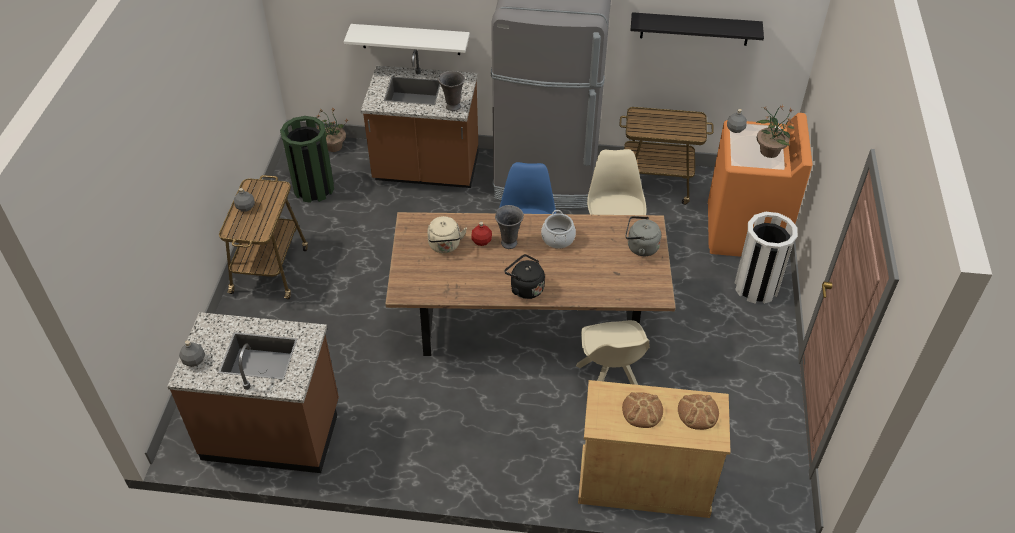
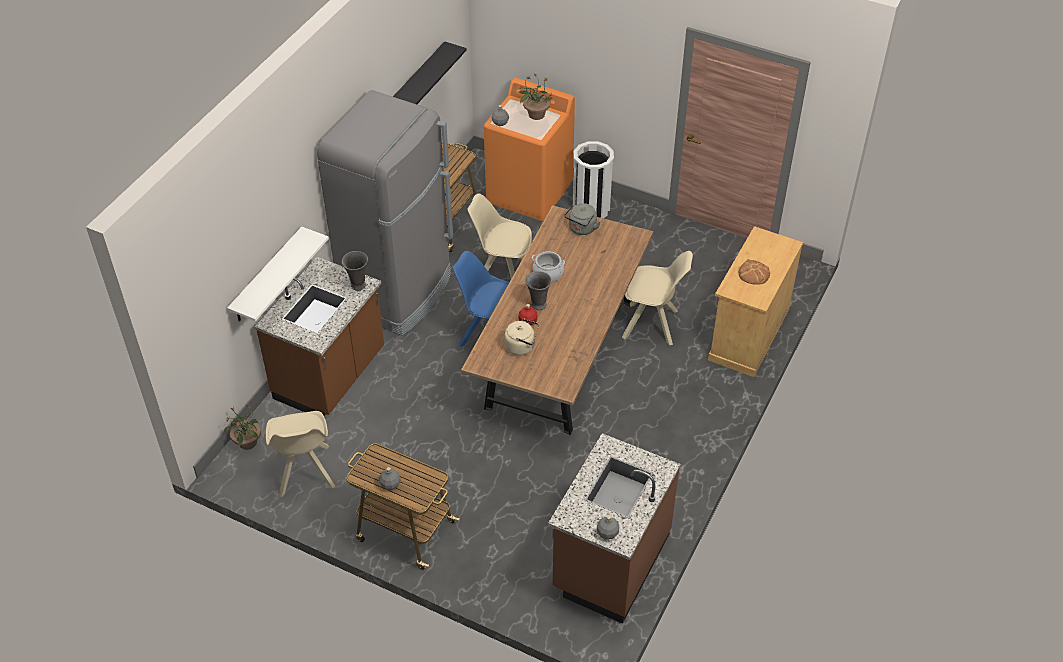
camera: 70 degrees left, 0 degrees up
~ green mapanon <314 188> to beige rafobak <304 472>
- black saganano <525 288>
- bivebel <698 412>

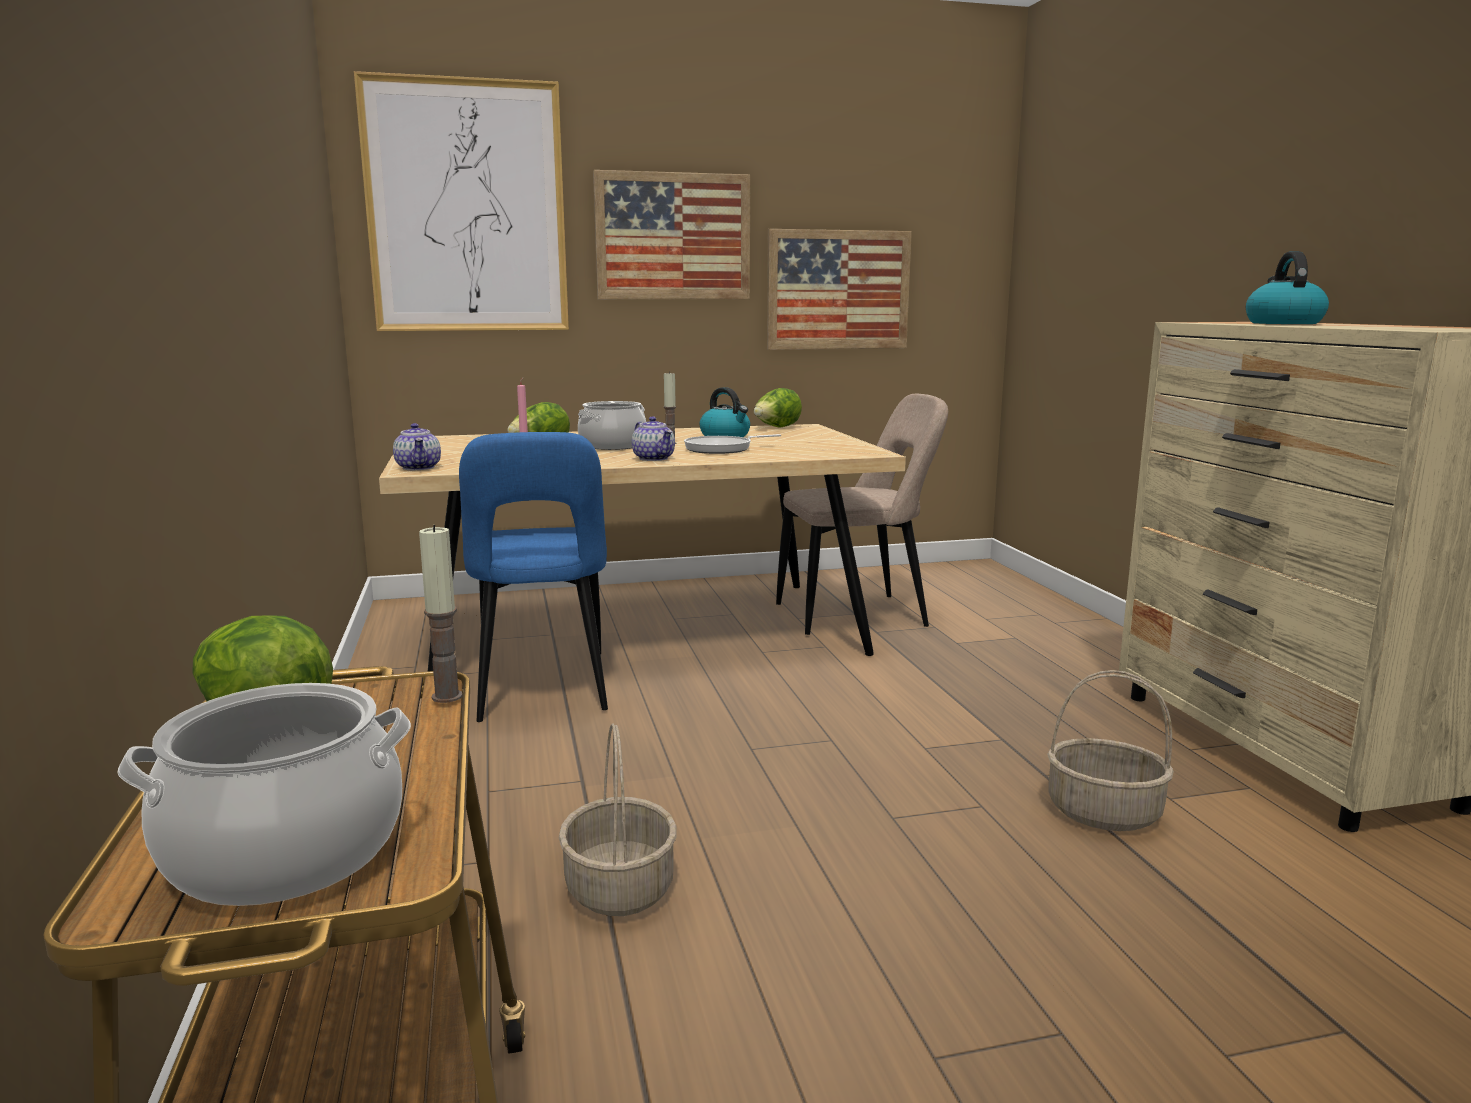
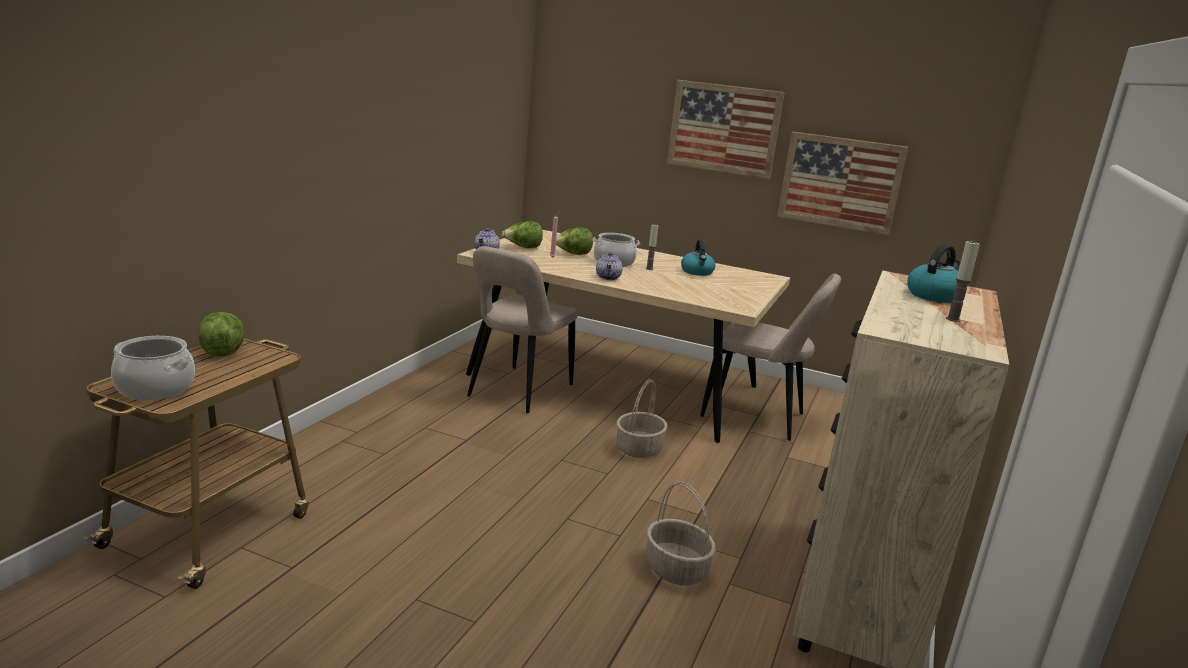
camera: 35 degrees right, 5 degrees up
~ blue rafobak <542 690> to beige rafobak <517 392>
~ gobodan <776 428> to <523 248>
~ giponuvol <618 888> to <638 448>
~ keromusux <447 696> to <953 319>
- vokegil <467 207>
- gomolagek <722 449>

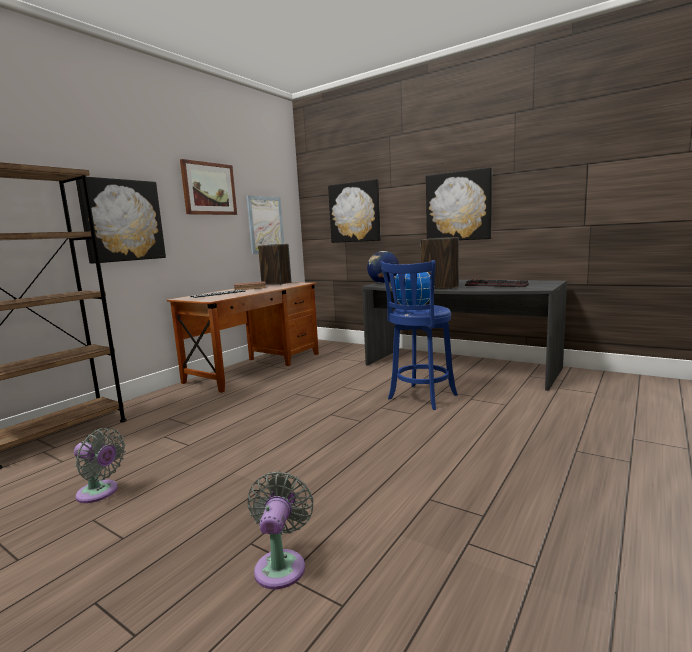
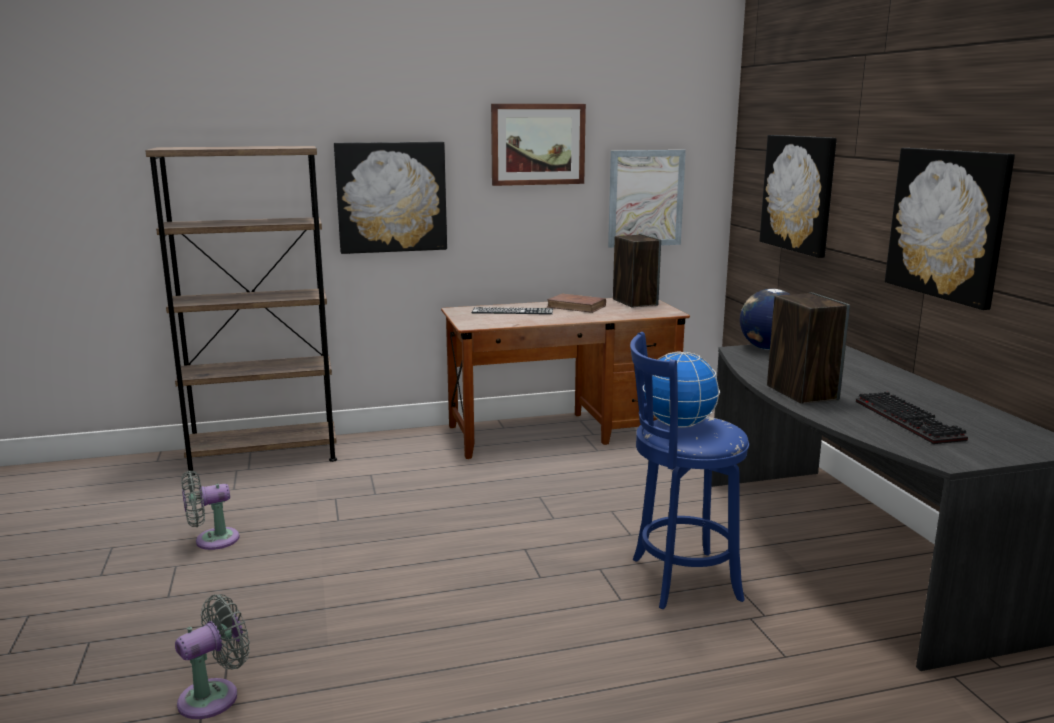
camera: 40 degrees right, 5 degrees up
~ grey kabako <100 493> = <212 540> 90 degrees clockwise

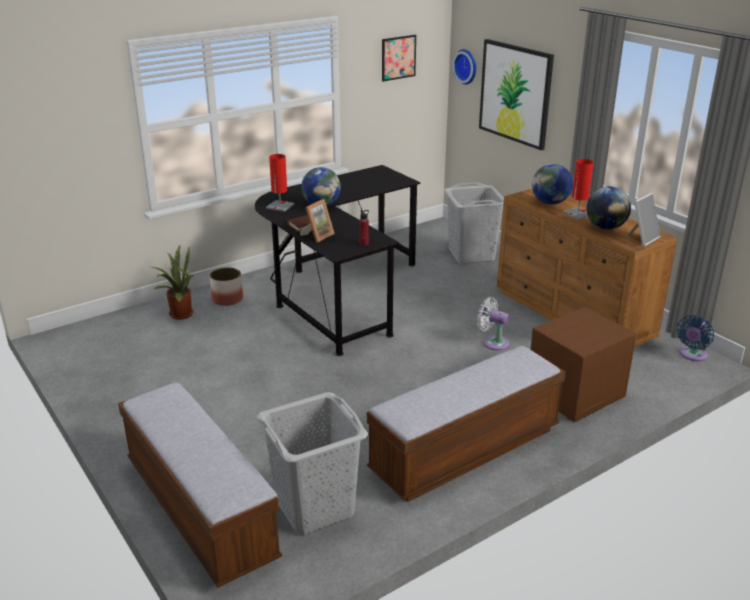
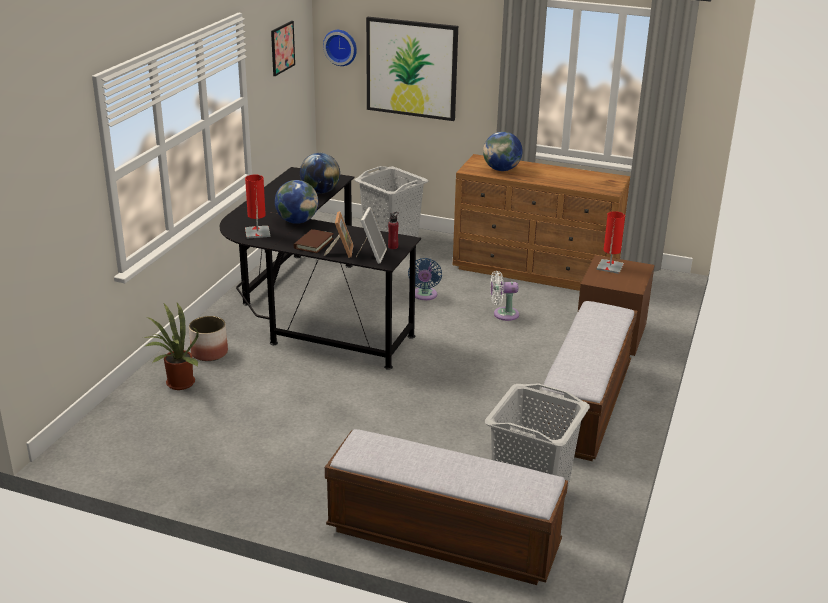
camera: 35 degrees left, 0 degrees up
~ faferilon <605 227> to <320 192>
~ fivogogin <642 239> to <371 255>
~ blue kabako <692 355> to <424 296>
~ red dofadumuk <578 214> to <610 267>

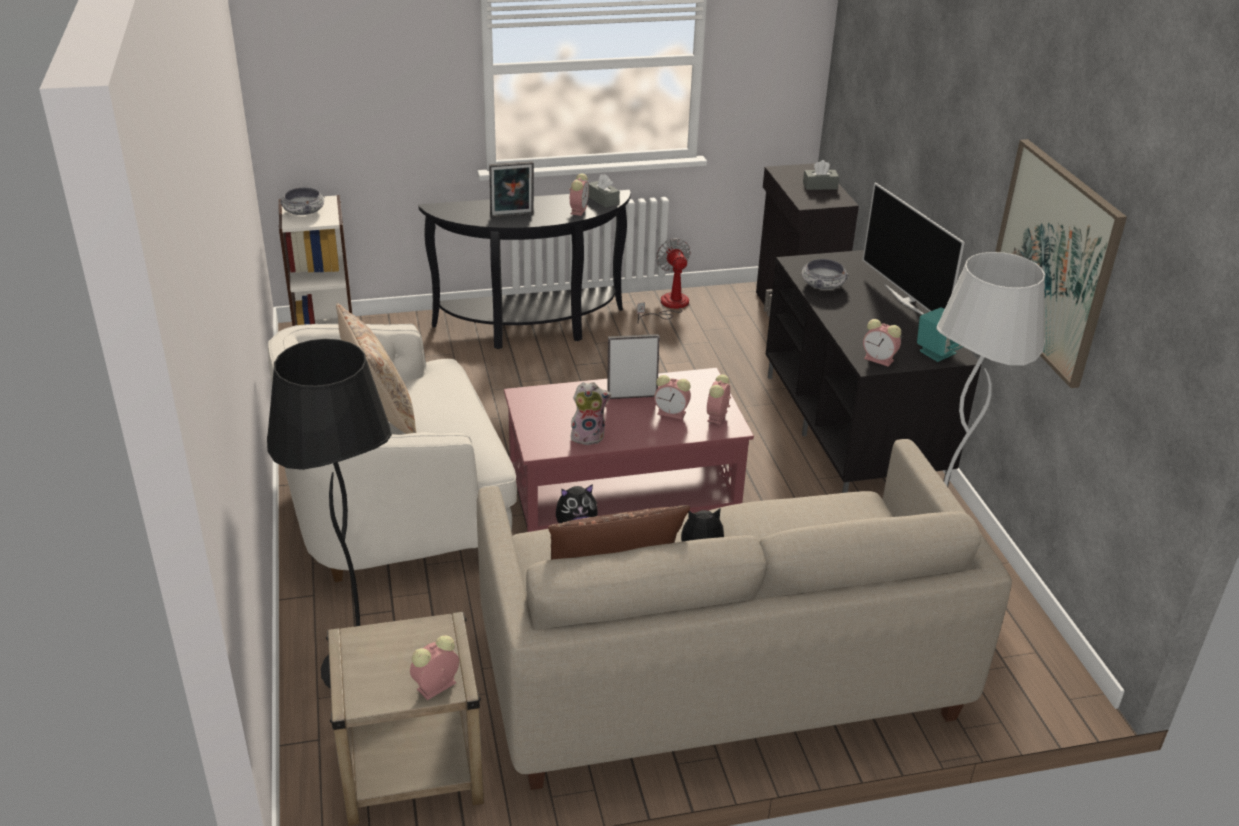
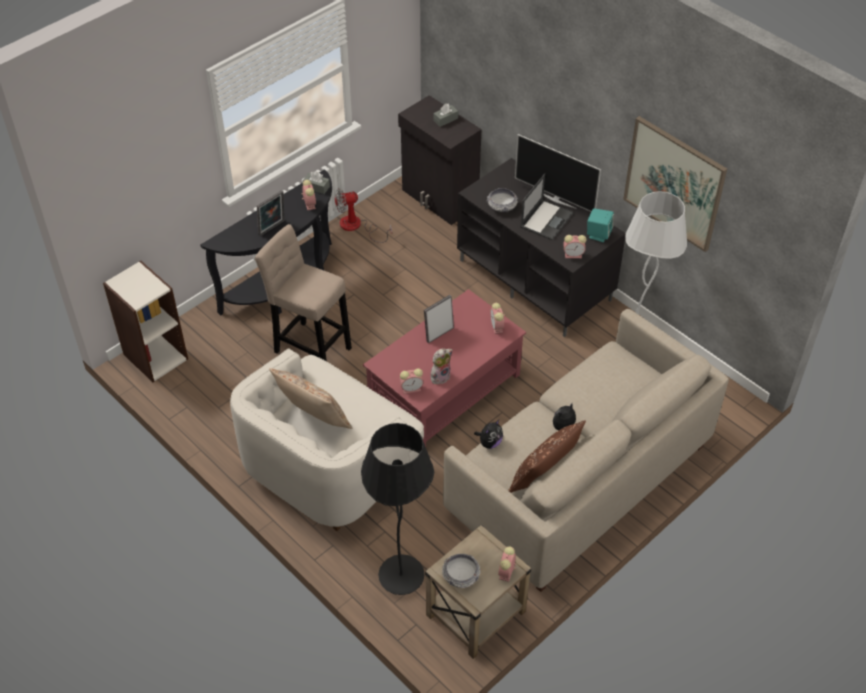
camera: 30 degrees left, 15 degrees up
+ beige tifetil <310 347>
~ kabako <668 306> = <357 226> 60 degrees counterclockwise
~ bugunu <672 413> to <412 388>
~ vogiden <303 211> to <461 575>
+ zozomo <546 219>

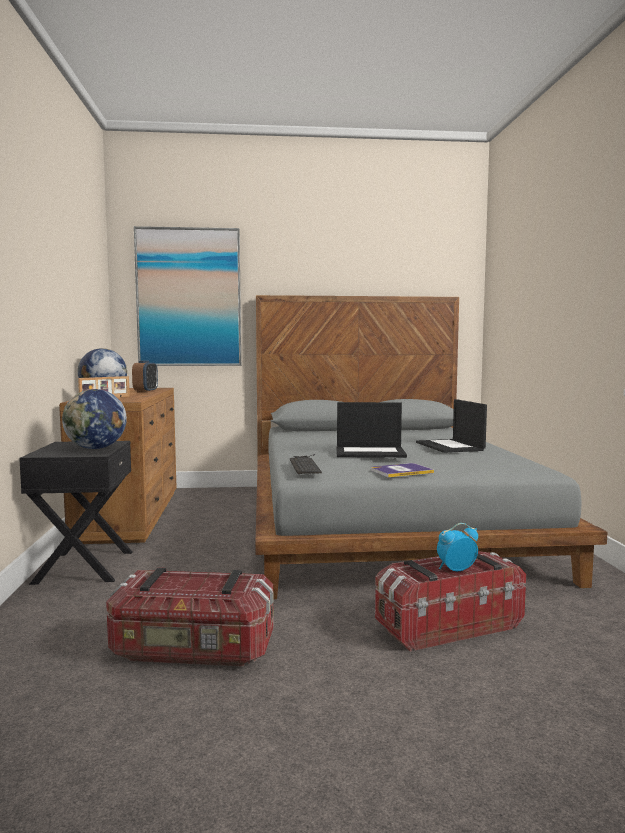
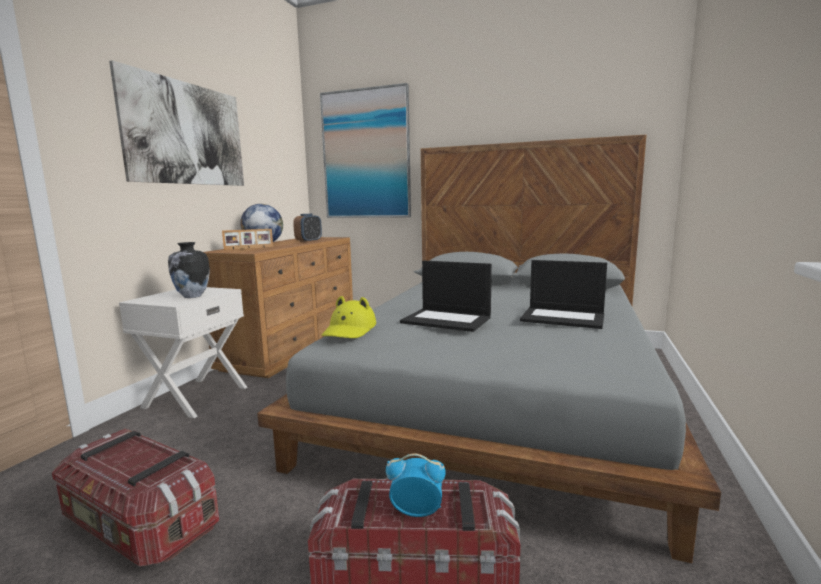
camera: 25 degrees right, 5 degrees up
+ vokegil <186 134>
~ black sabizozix <83 567> to white sabizozix <195 397>
~ faferilon <96 448> to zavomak <192 296>
~ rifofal <305 464> to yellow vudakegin <349 330>
~ zozomo <450 446> = <563 318> 75 degrees counterclockwise
- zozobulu <401 471>

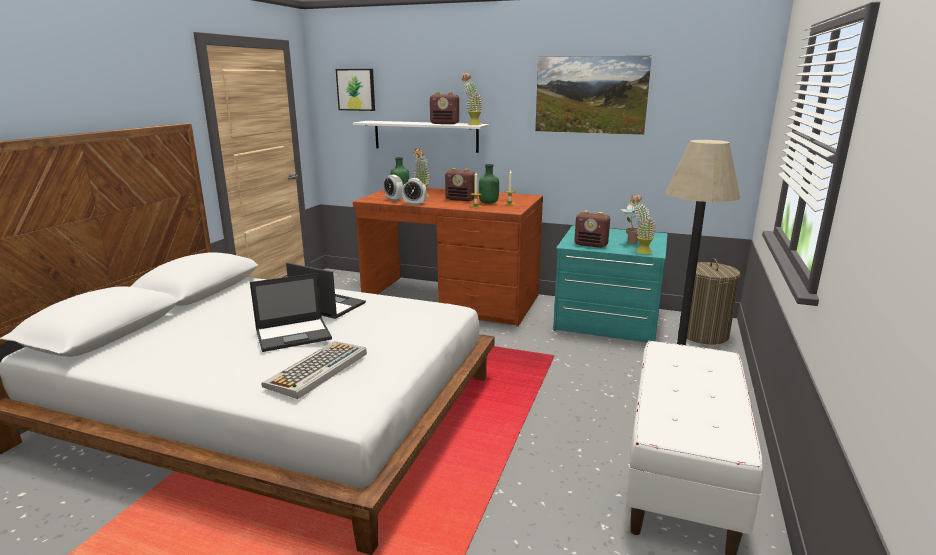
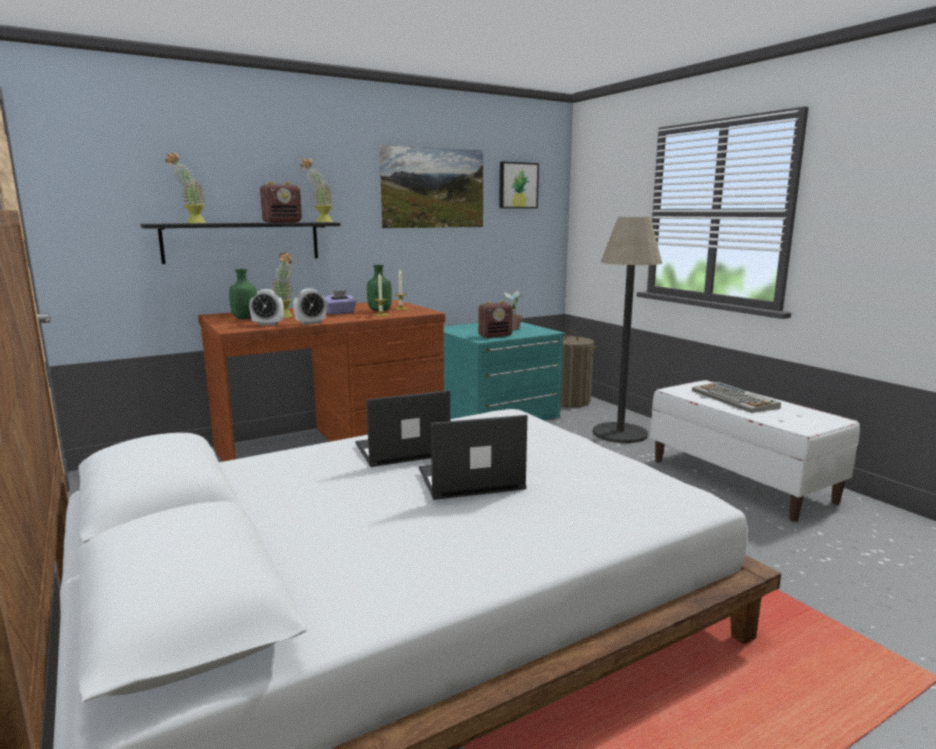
camera: 50 degrees left, 5 degrees down
~ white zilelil <425 136> to black zilelil <242 242>
~ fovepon <639 251> to <190 223>
~ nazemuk <460 199> to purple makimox <340 313>
~ zozomo <294 334> = <469 479> 120 degrees counterclockwise
~ vokegil <356 89> to <517 185>
~ rifofal <317 370> to <735 399>

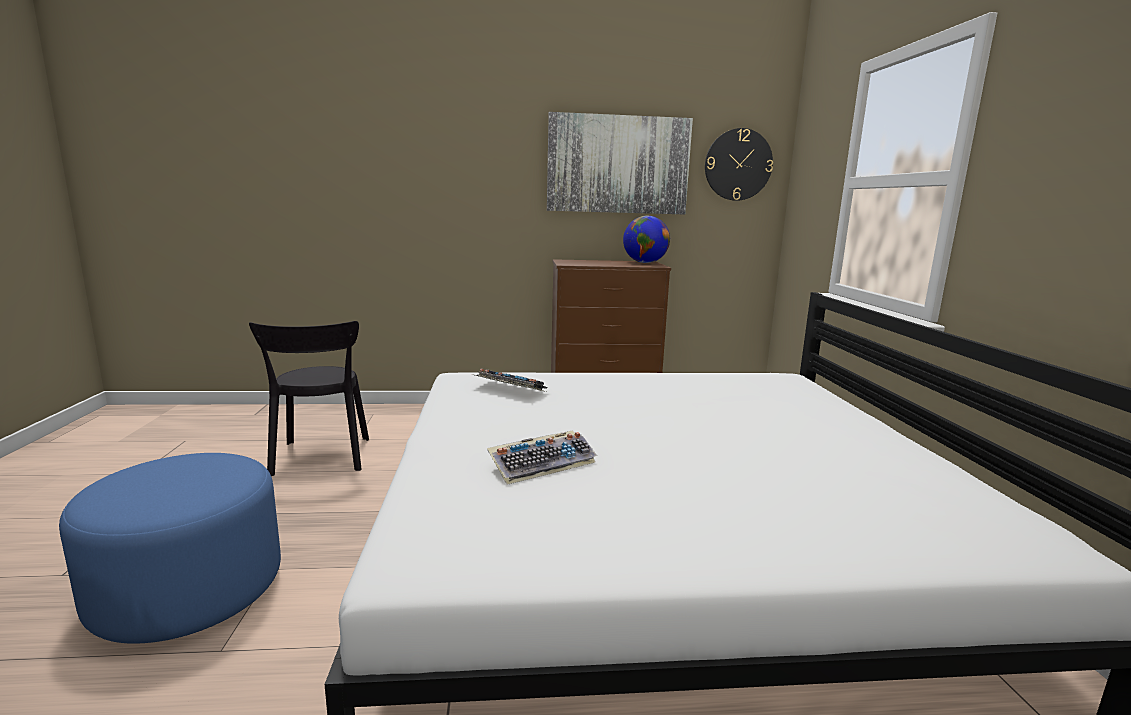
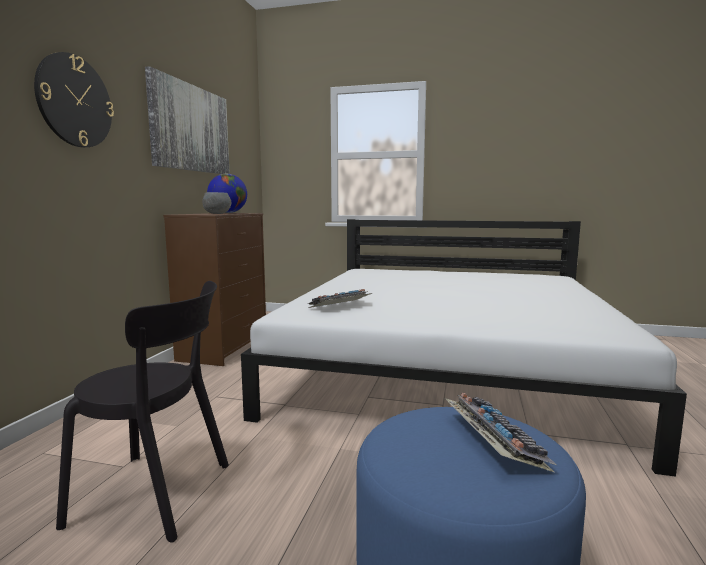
camera: 70 degrees left, 5 degrees down
~ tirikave <738 165> to <74 101>
+ grey vogiden <217 213>
~ rifofal <543 464> to <491 440>

